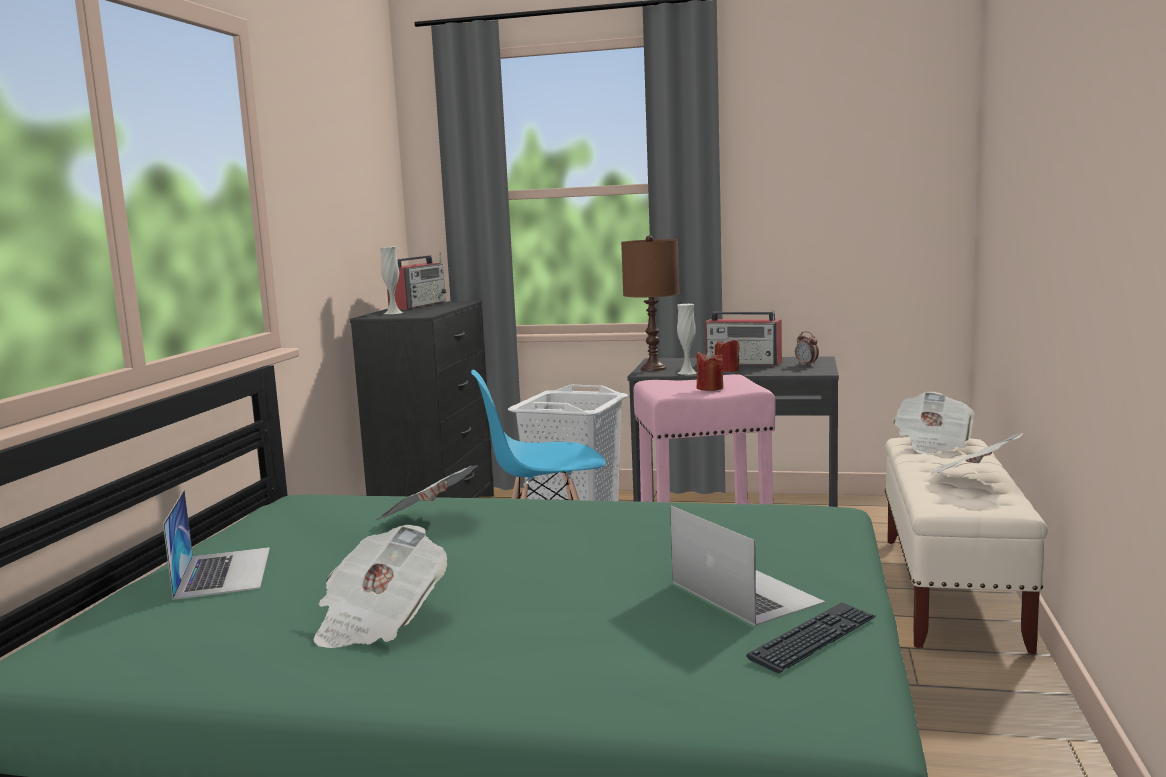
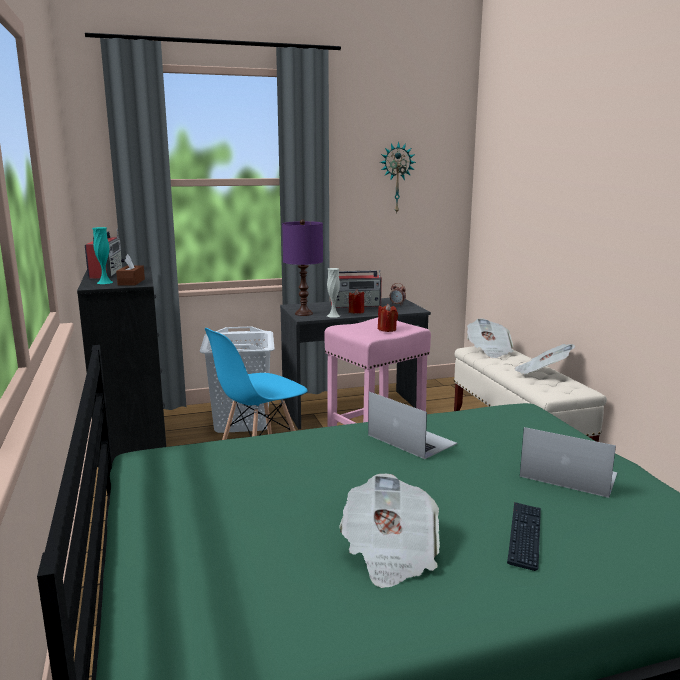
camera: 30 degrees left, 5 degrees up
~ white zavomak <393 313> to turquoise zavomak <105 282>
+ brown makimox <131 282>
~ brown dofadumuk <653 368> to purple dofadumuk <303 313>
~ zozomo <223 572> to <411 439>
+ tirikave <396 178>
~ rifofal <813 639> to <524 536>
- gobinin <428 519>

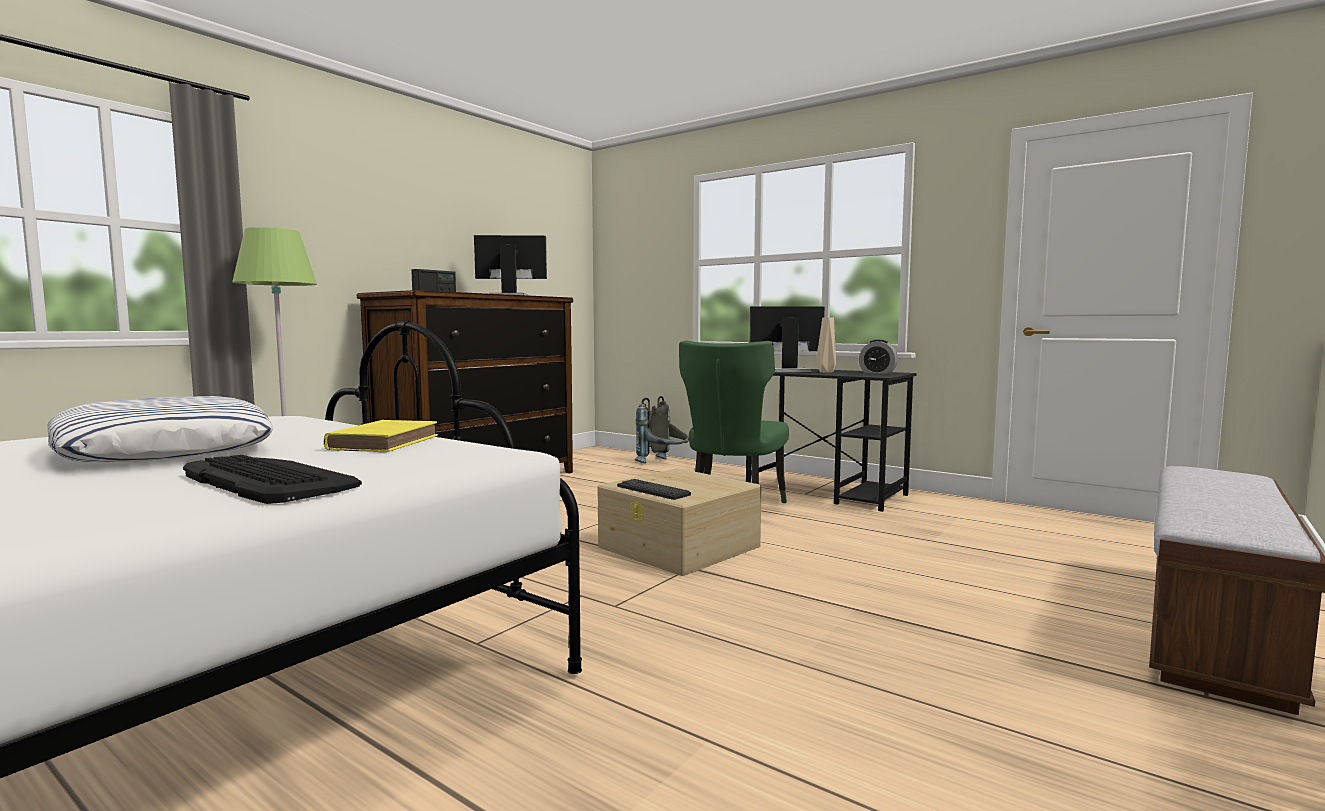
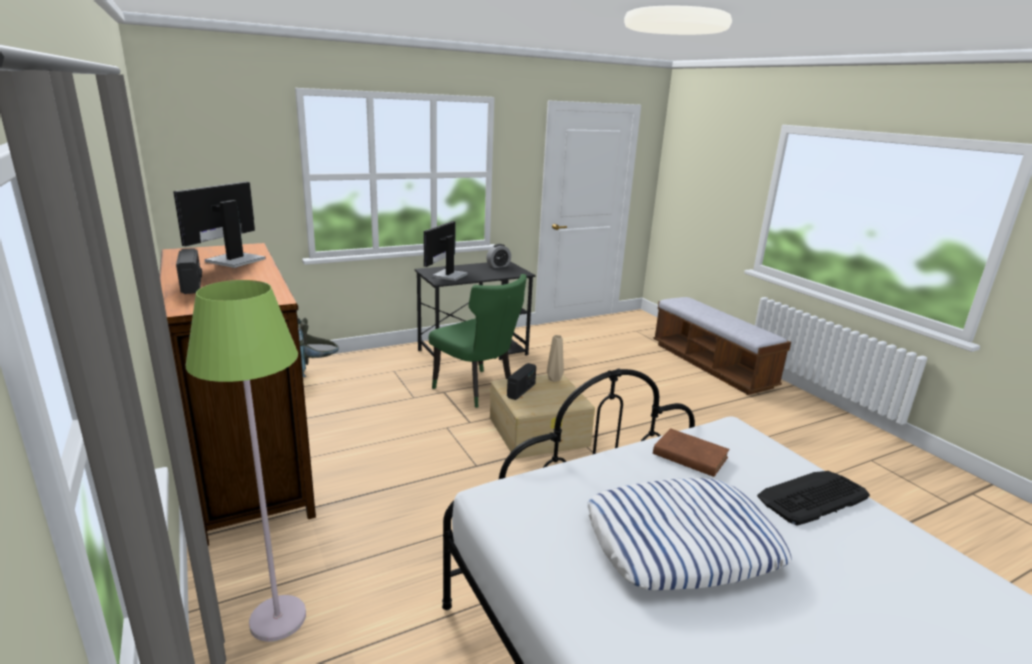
camera: 65 degrees left, 15 degrees up
+ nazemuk <521 391>
~ beige zavomak <827 372> to <555 379>
~ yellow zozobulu <386 442> to brown zozobulu <688 455>
- rifofal <653 490>

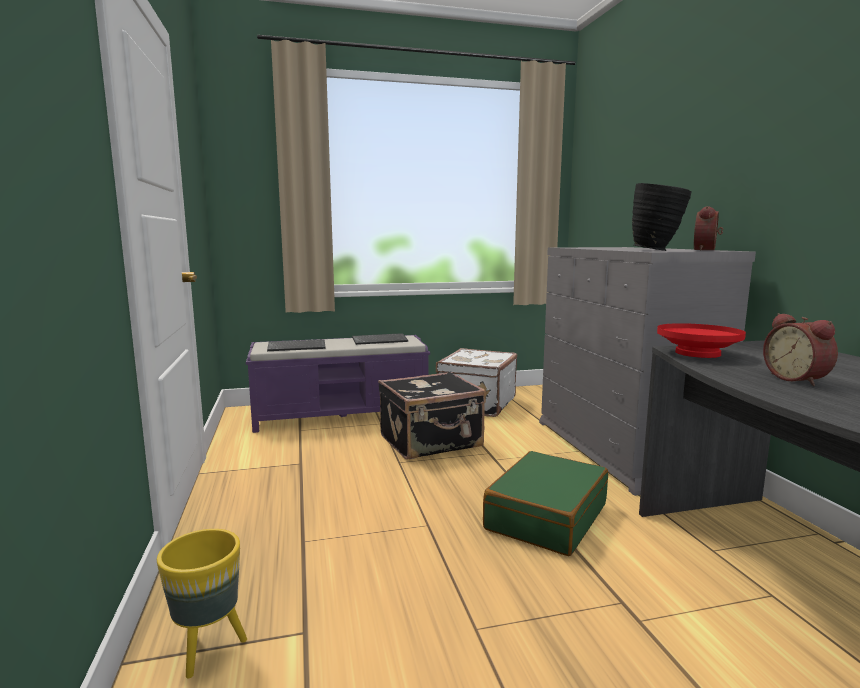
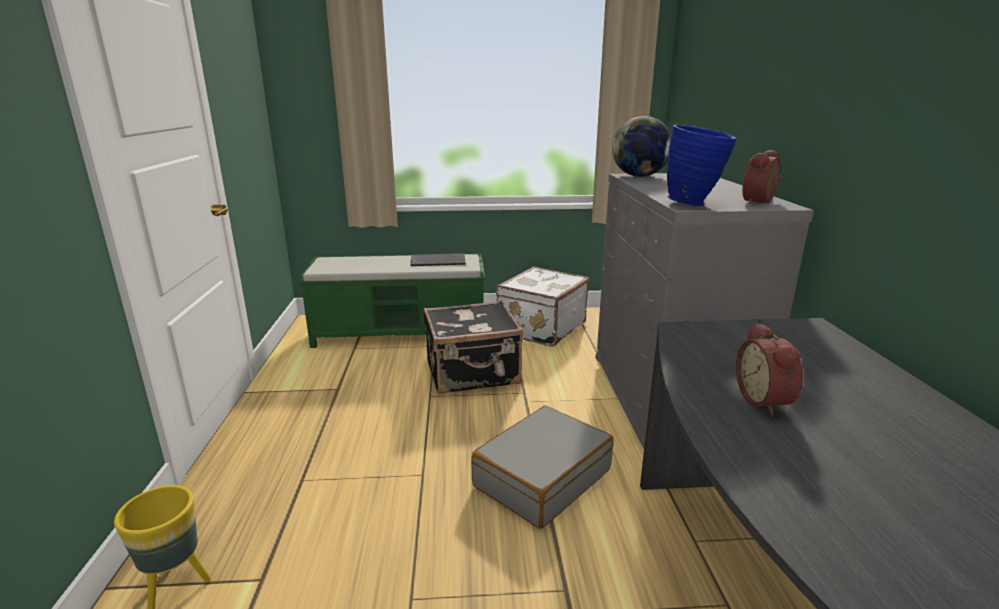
camera: 10 degrees right, 10 degrees up
~ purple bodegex <342 415> to green bodegex <402 333>
~ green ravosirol <545 516> to grey ravosirol <542 478>
+ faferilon <639 176>
~ black zavomak <658 250> to blue zavomak <695 204>
- rifofal <297 347>
- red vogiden <697 353>

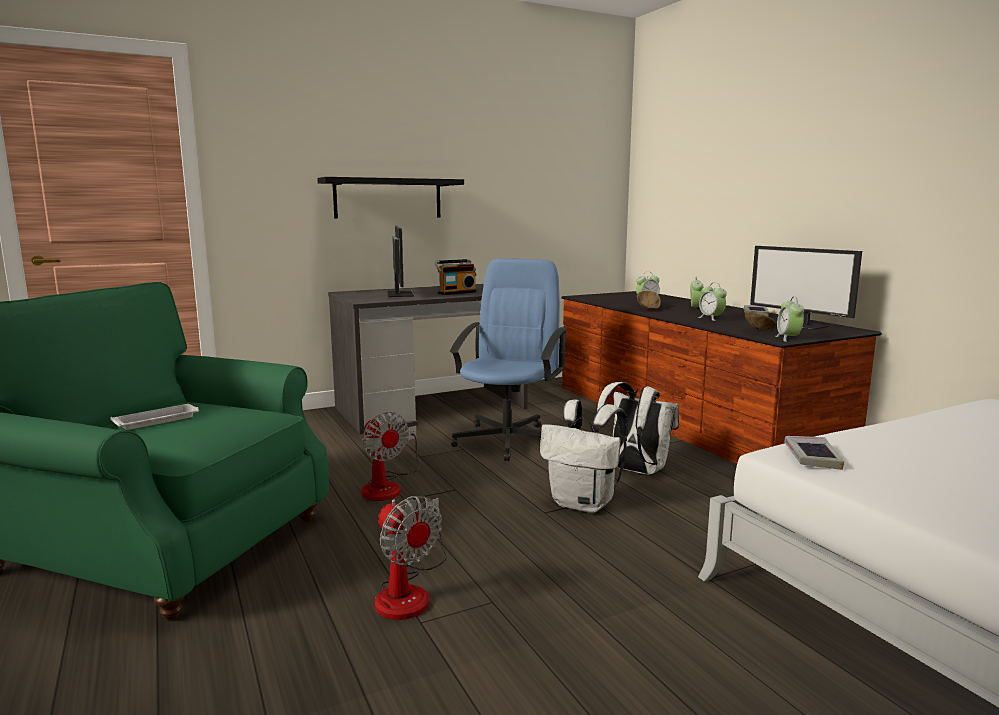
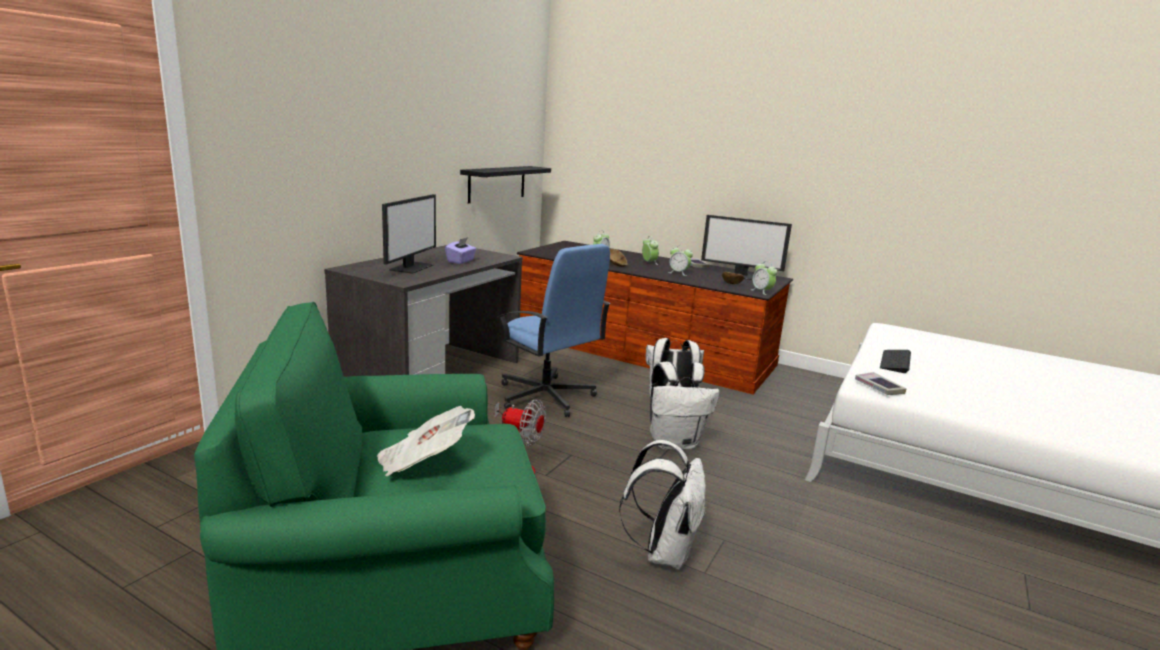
camera: 35 degrees left, 5 degrees up
~ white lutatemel <158 420> to gobinin <423 462>
~ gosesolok <399 294> = <411 267> 60 degrees clockwise
~ nazemuk <456 292> to purple makimox <461 261>
~ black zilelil <388 198> to <497 183>
~ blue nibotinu <508 440> = <546 397> 150 degrees clockwise
~ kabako <409 591> to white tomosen <664 552>
+ rifofal <895 361>

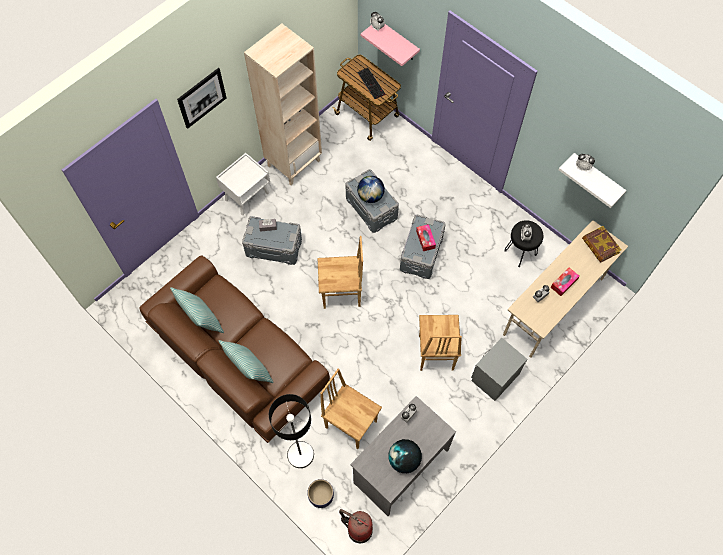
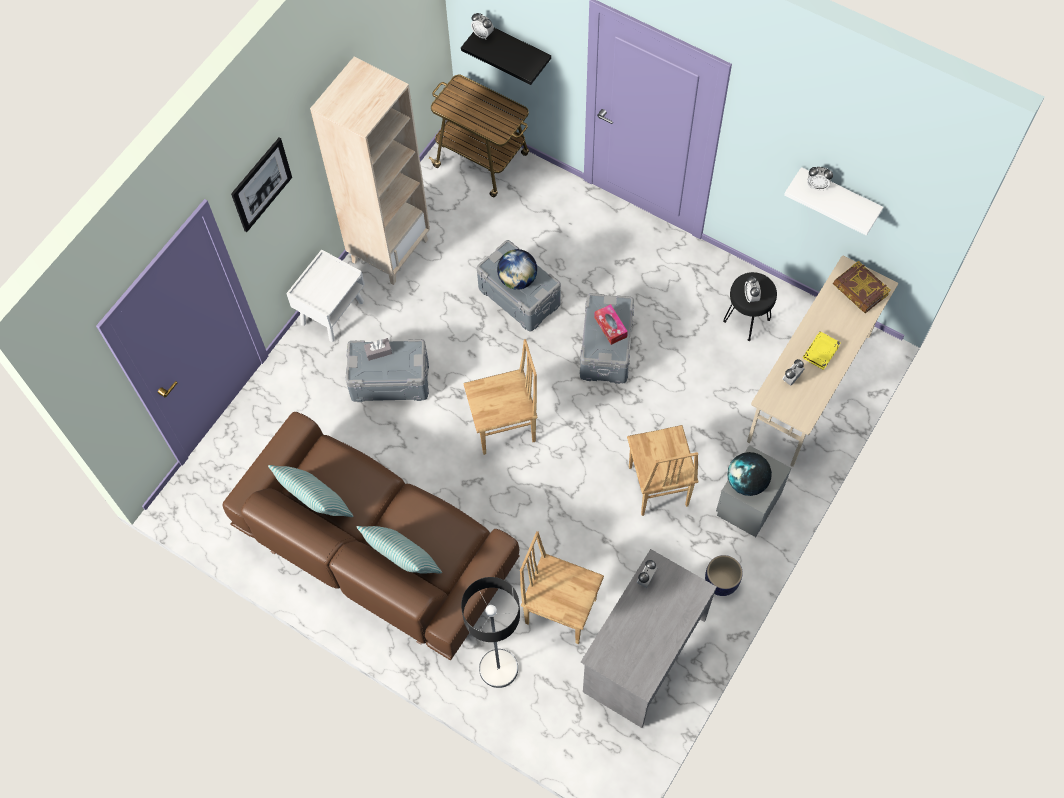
camera: 10 degrees left, 0 degrees up
~ pink zilelil <398 41> to black zilelil <516 48>
~ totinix <321 496> to <721 582>
~ faferilon <404 460> to <747 482>
~ makimox <564 283> to yellow zozobulu <821 352>
- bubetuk <358 529>
- rifofal <371 83>

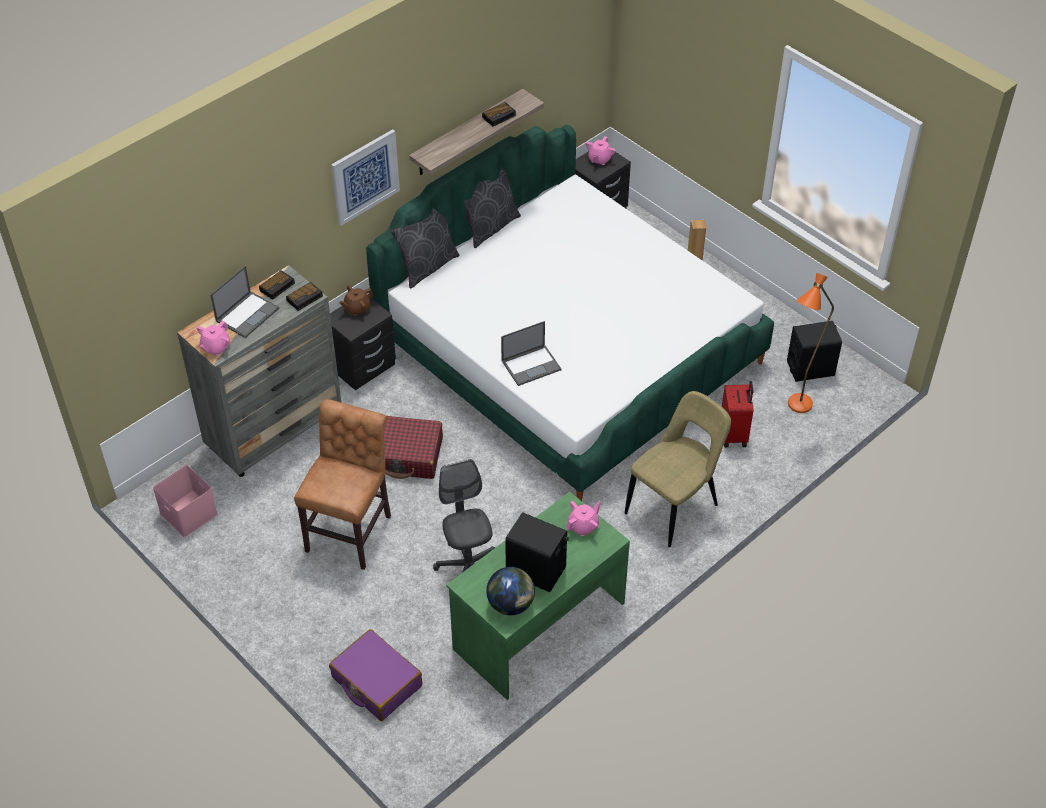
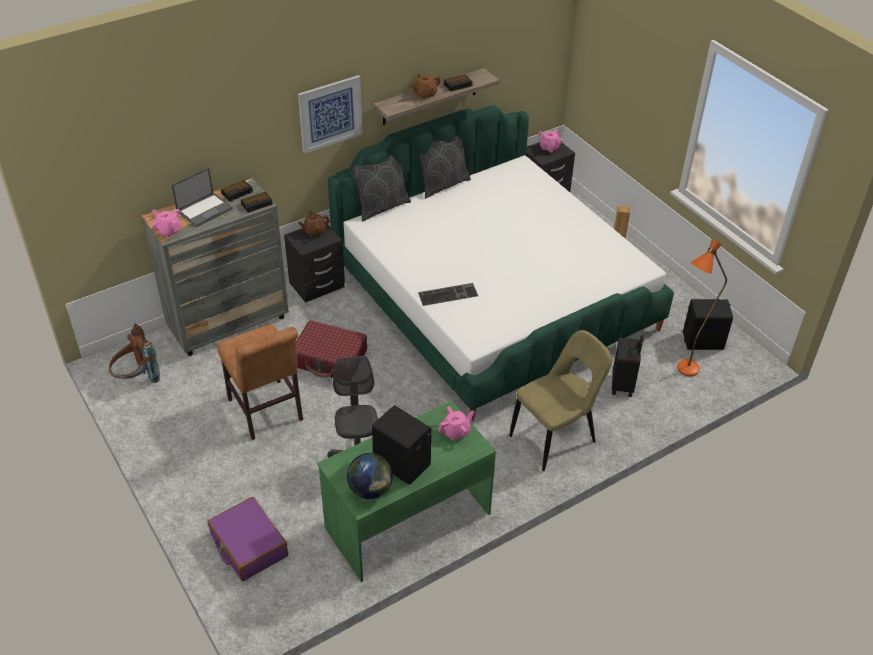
camera: 10 degrees right, 5 degrees down
~ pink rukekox <190 513> to brown tomosen <137 378>
~ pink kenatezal <215 347> = <168 231> 90 degrees clockwise
~ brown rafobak <351 530> = <267 412> 120 degrees clockwise
+ brown kenatezal <425 94>
~ zozomo <531 365> to rifofal <448 294>
~ red ravosirol <734 435> to black ravosirol <623 385>

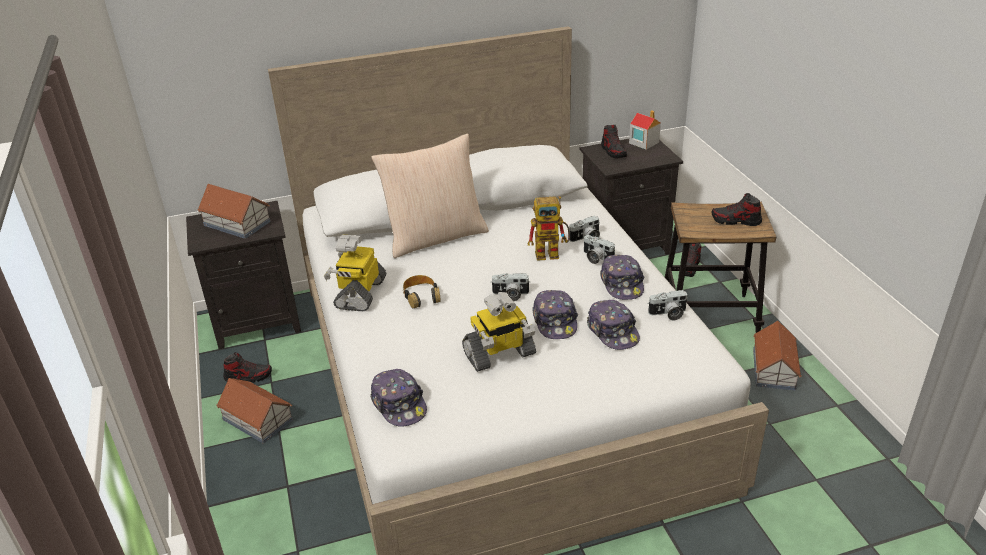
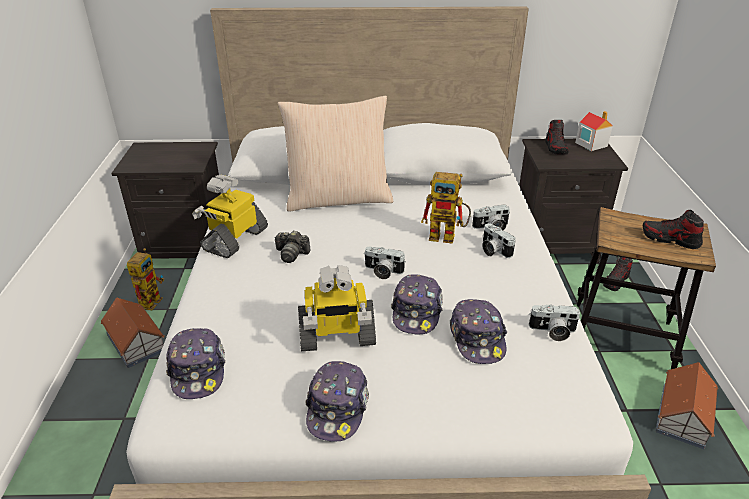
camera: 15 degrees right, 0 degrees up
~ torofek <248 376> to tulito <151 299>
~ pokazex <421 296> to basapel <291 254>
~ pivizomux <622 284> to <337 408>
- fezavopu <237 223>

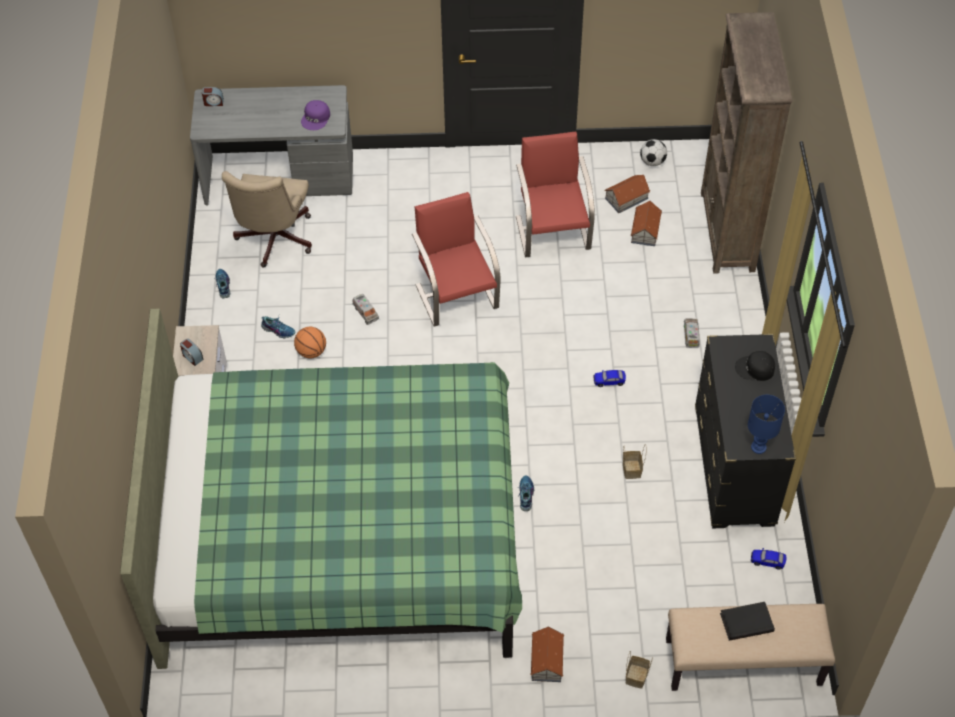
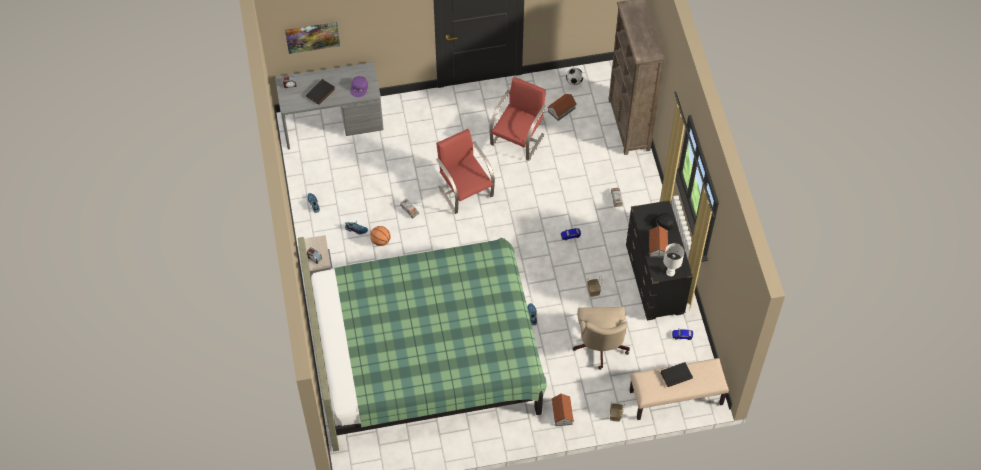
camera: 10 degrees left, 5 degrees up
+ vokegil <312 36>
+ black zozobulu <321 93>
~ red rafobak <553 231> = <518 139> 45 degrees clockwise
~ beige nibotinu <273 241> to <600 348>
~ fezavopu <645 230> to <658 245>
~ blue dofadumuk <757 447> to white dofadumuk <670 272>

